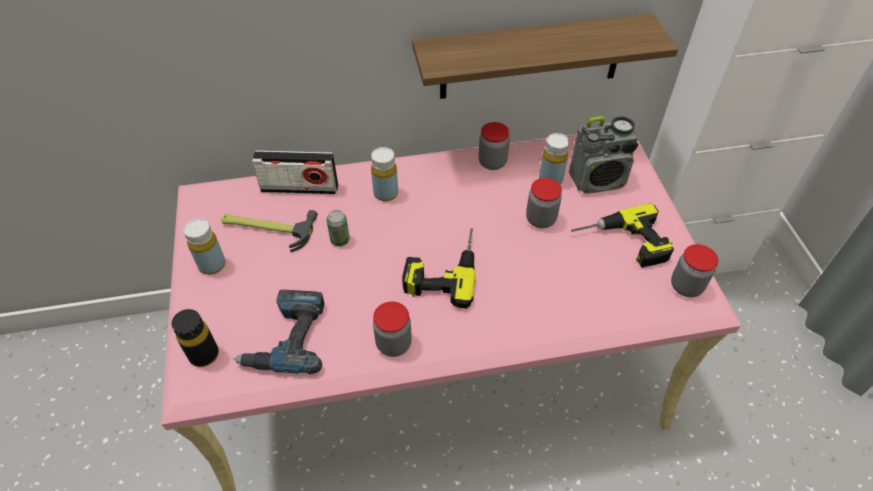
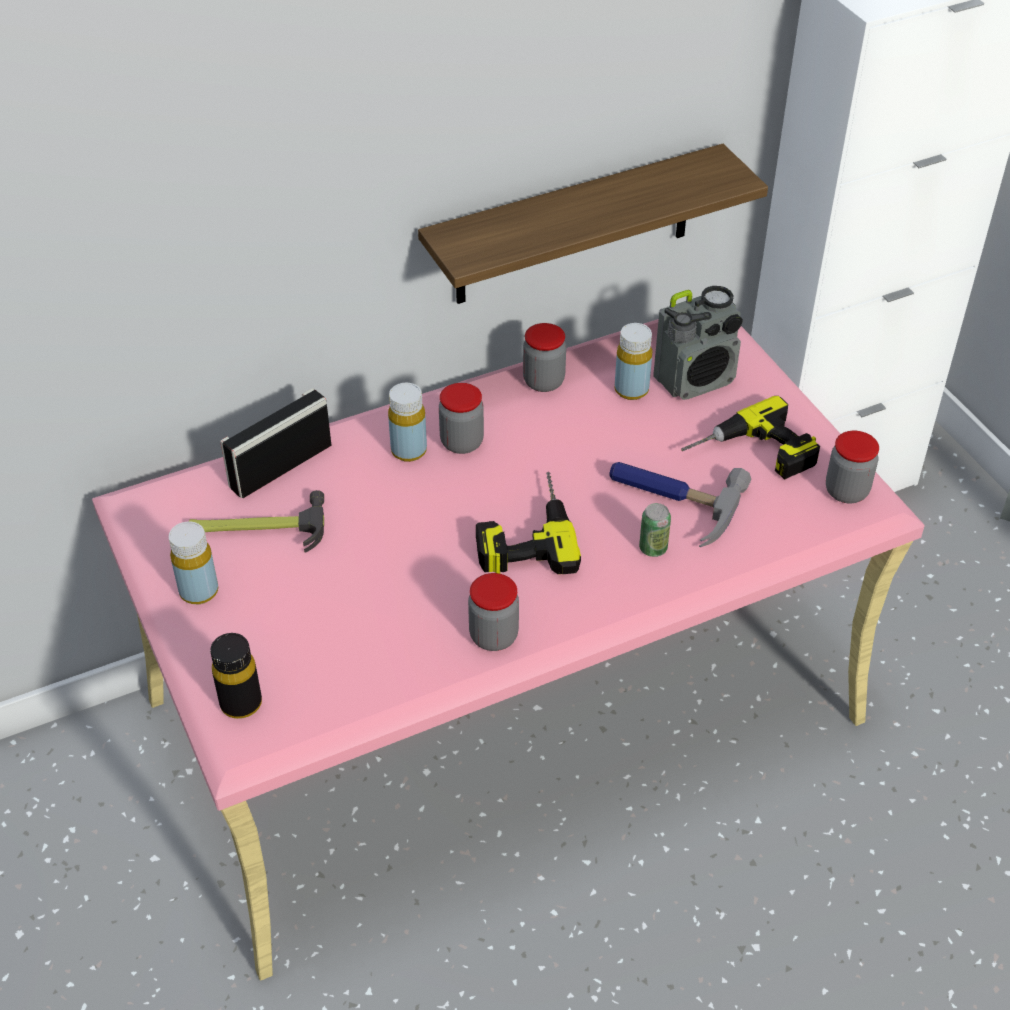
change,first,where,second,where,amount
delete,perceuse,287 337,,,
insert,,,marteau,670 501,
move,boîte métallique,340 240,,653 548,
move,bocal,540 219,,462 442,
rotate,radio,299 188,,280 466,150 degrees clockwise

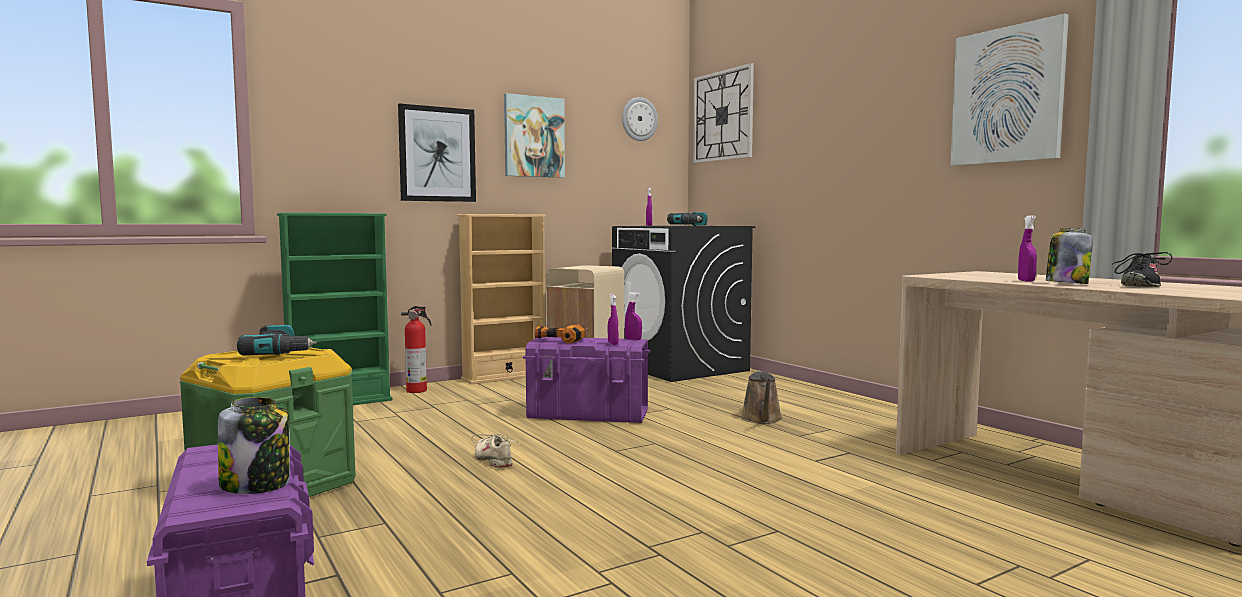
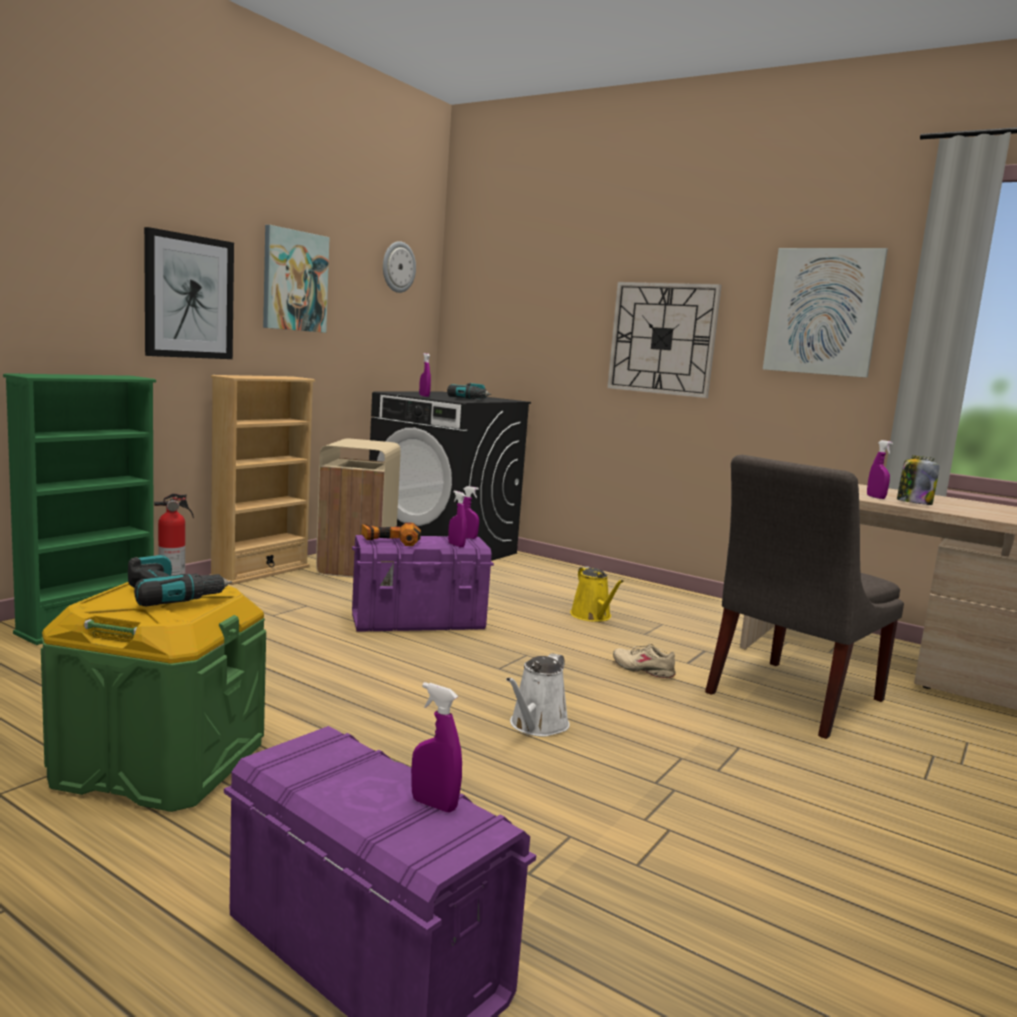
change,first,where,second,where,amount
delete,chaussure/noir,1139 286,,,
insert,,,arrosoir/blanc,536 726,
insert,,,chaise/gris,790 698,
move,chaussure/beige,494 460,,643 669,
move,horloge murale,723 116,,662 338,
replace,bocal,257 485,vaporisateur/violet,434 805,
recolor,arrosoir/marron,762 419,arrosoir/jaune,592 616,

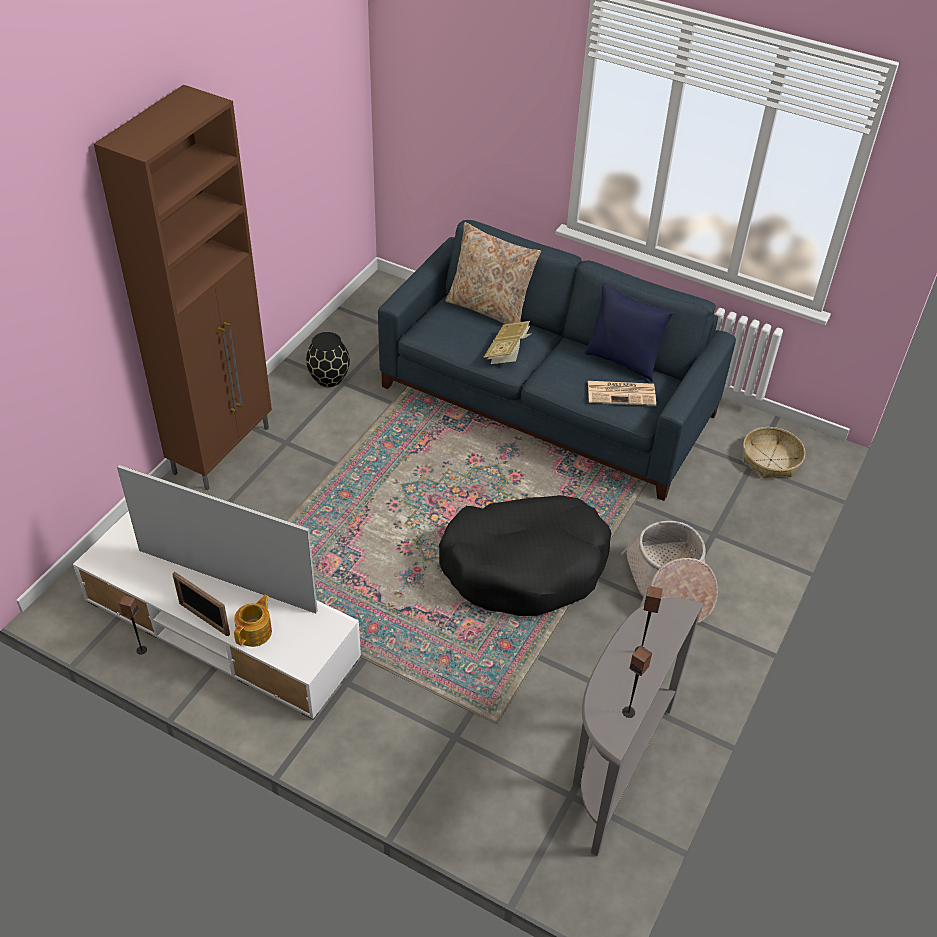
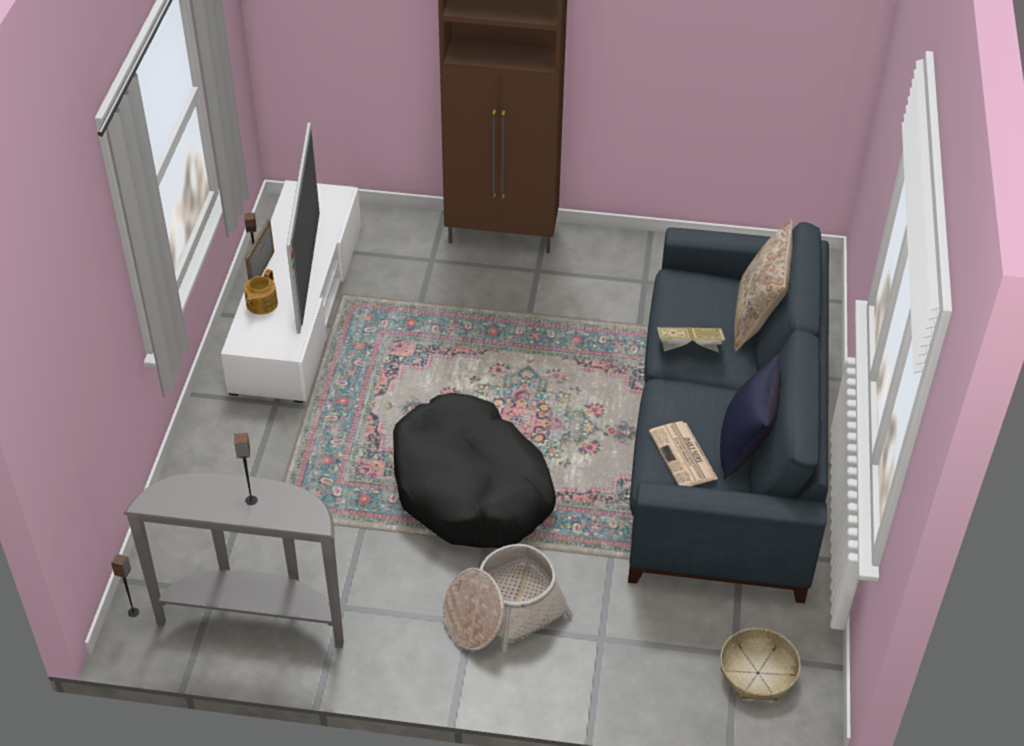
change,first,where,second,where,amount
delete,vase/noir,328 378,,,
move,enceinte,628 712,,133 612,
rotate,théière,255 632,,261 304,105 degrees clockwise

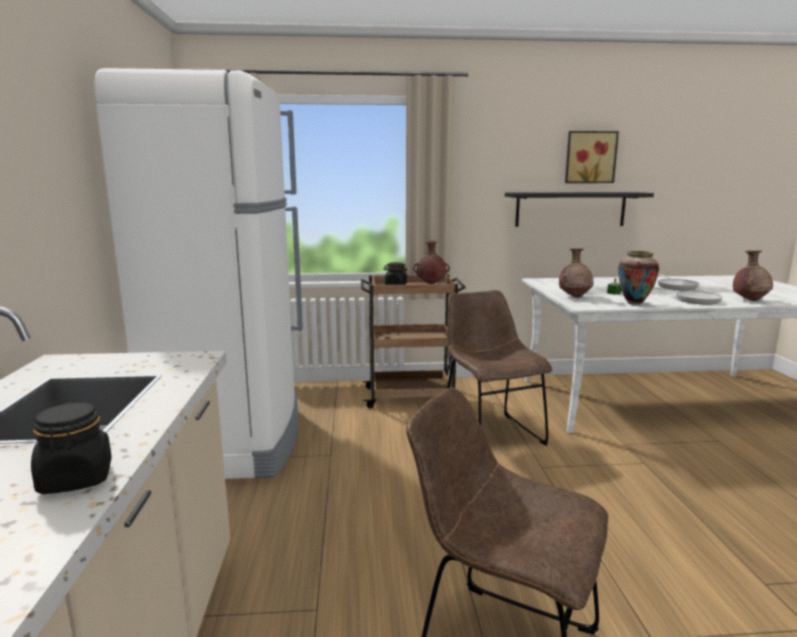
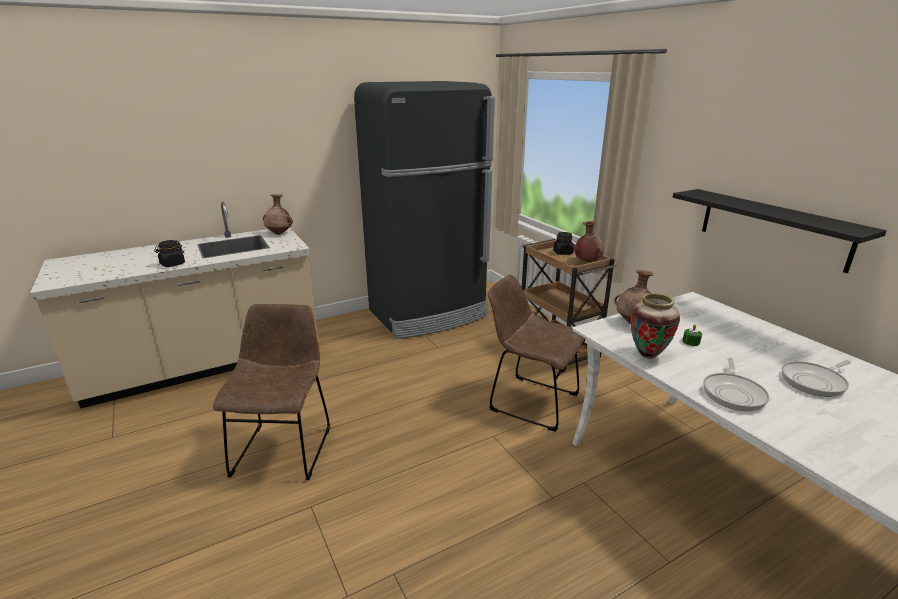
change,first,where,second,where,amount
delete,tableau,590 157,,,
move,vase/marron,749 300,,279 233,
recolor,réfrigérateur/blanc,233 440,réfrigérateur/noir,428 314,
rotate,chaise/marron,490 433,,529 401,105 degrees counterclockwise

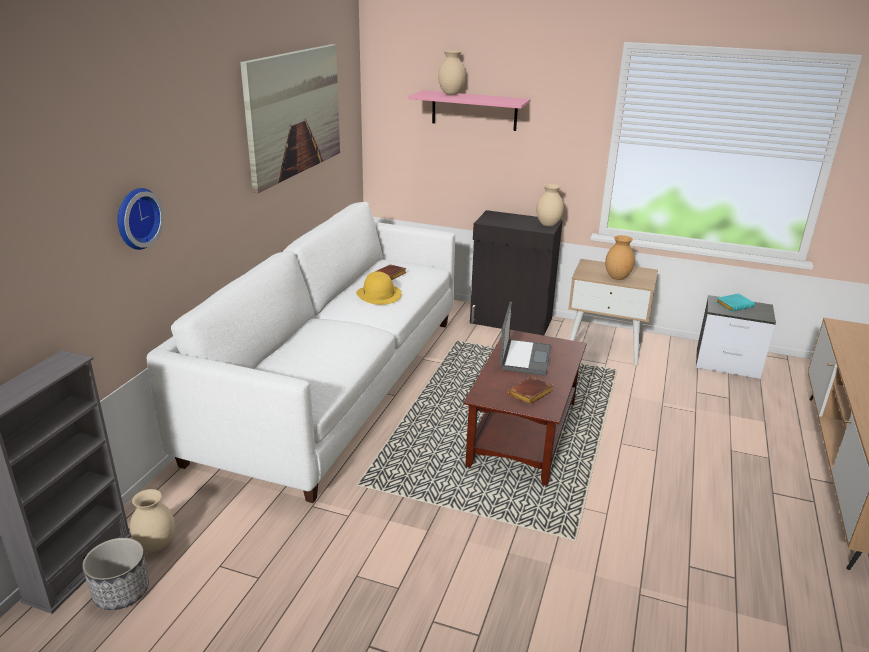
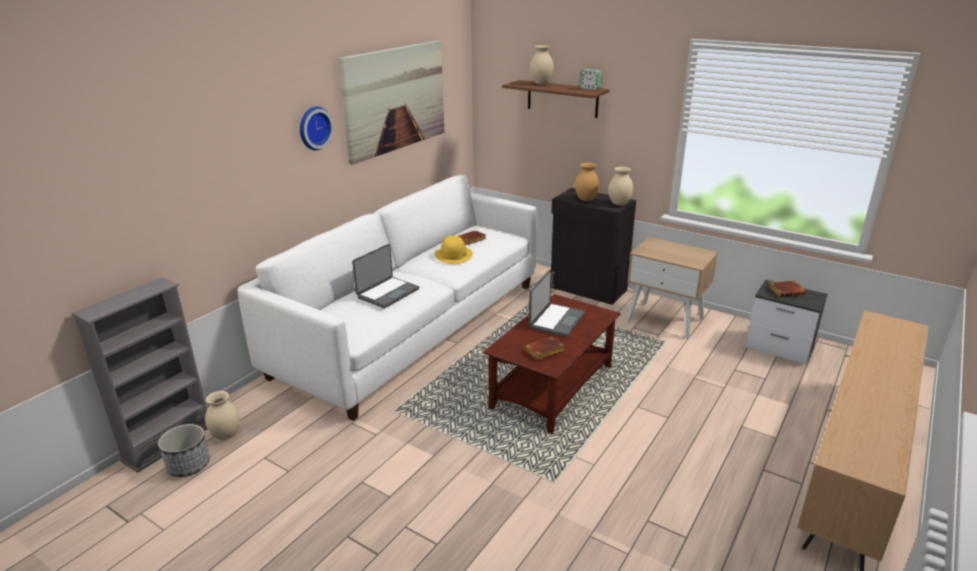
change,first,where,second,where,amount
insert,,,ordinateur portable,387 293,
insert,,,réveil,590 88,
move,horloge murale,136 218,,313 128,
move,vase/marron,616 278,,585 199,
recolor,étagère/rose,474 110,étagère/marron,562 98,
recolor,livre/turquoise,734 305,livre/marron,786 291,

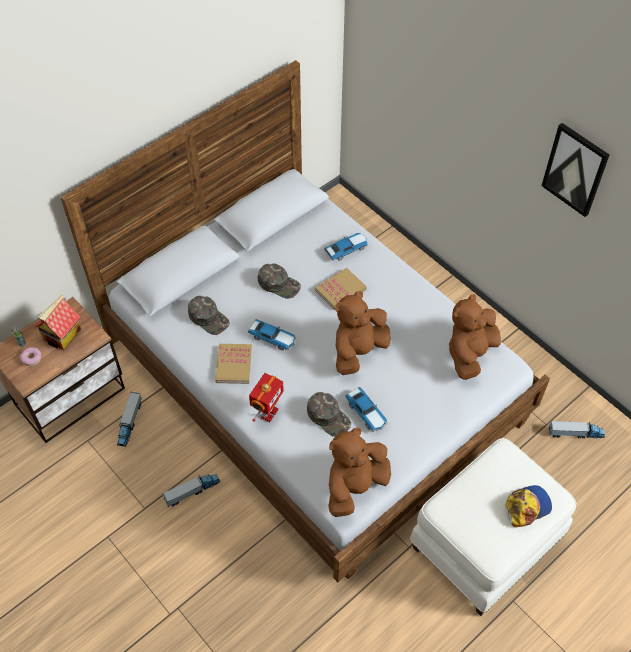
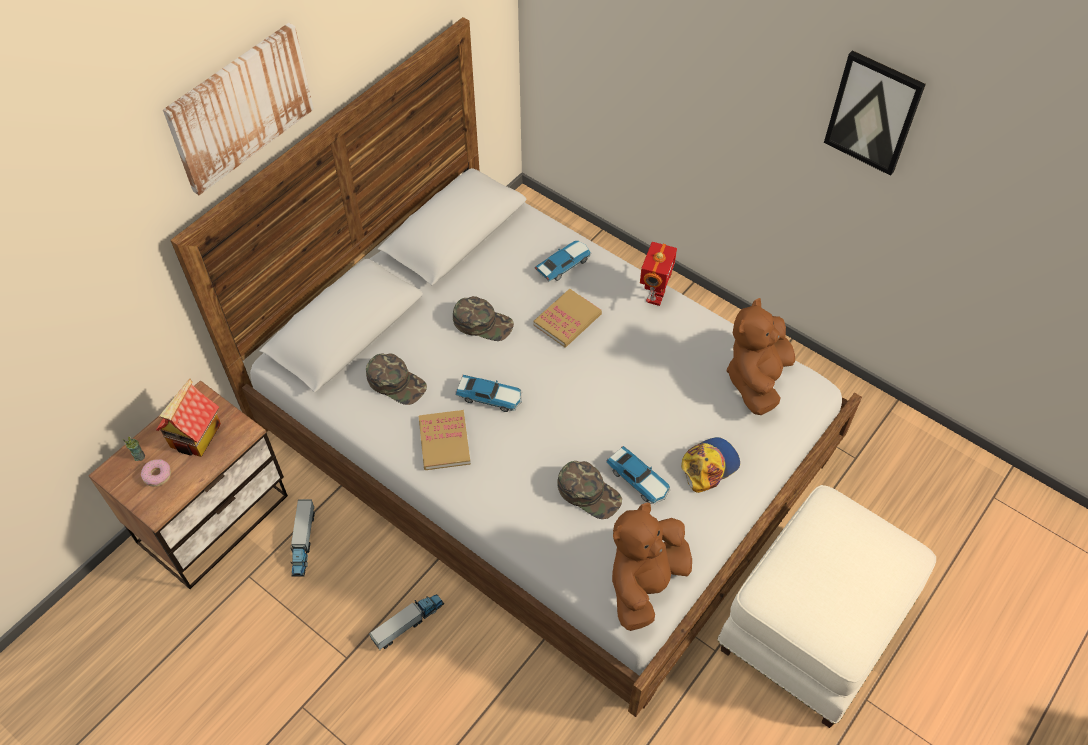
change,first,where,second,where,amount
delete,peluche/marron,358 351,,,
delete,camion jouet,575 433,,,
insert,,,tableau,240 107,
move,robot jouet,268 413,,654 296,
move,casquette,527 507,,709 465,

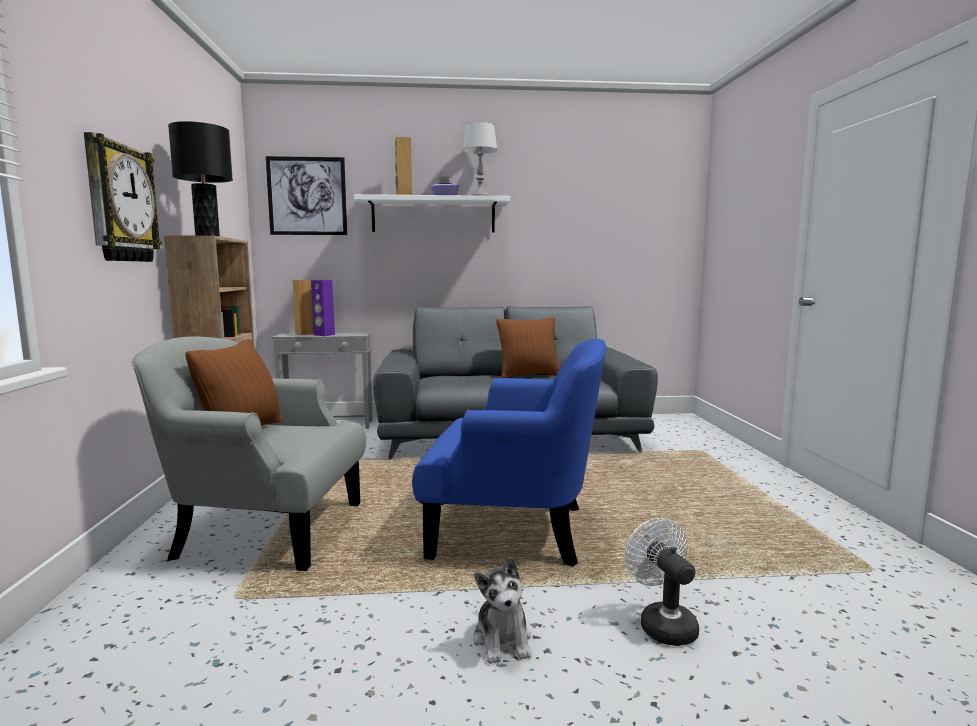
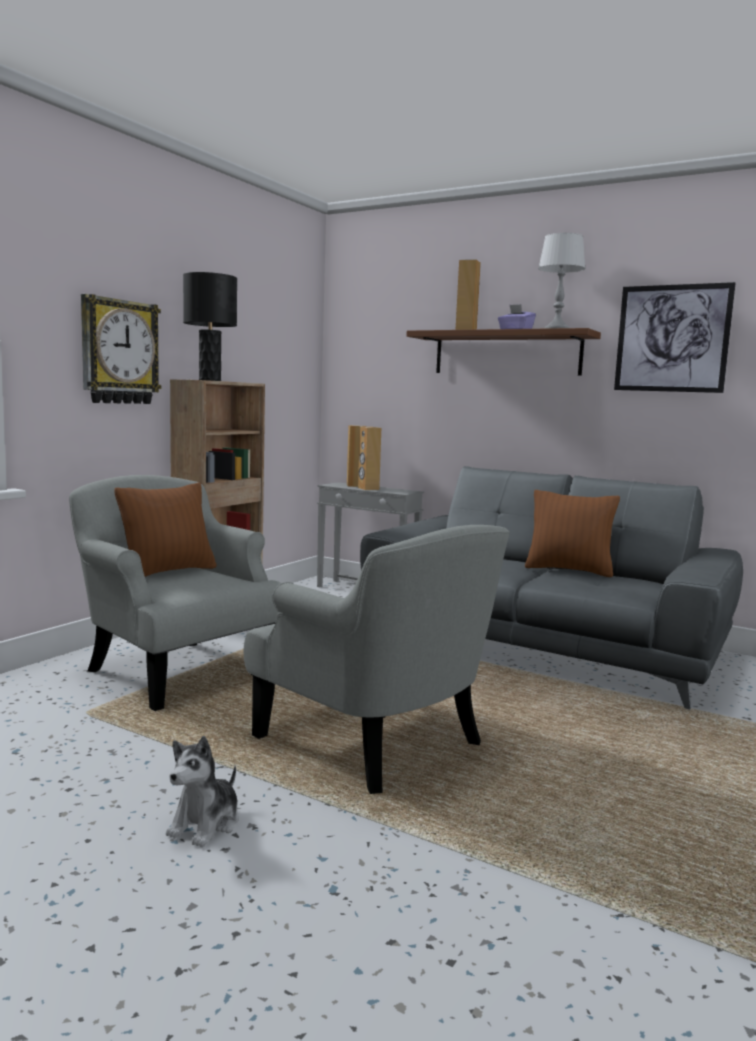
change,first,where,second,where,amount
delete,ventilateur/blanc,662 624,,,
move,tableau,307 196,,672 338,
recolor,enceinte/violet,324 335,enceinte/marron,368 489,
recolor,étagère/blanc,433 215,étagère/marron,506 354,
recolor,fauteuil/bleu,514 530,fauteuil/gris,375 741,

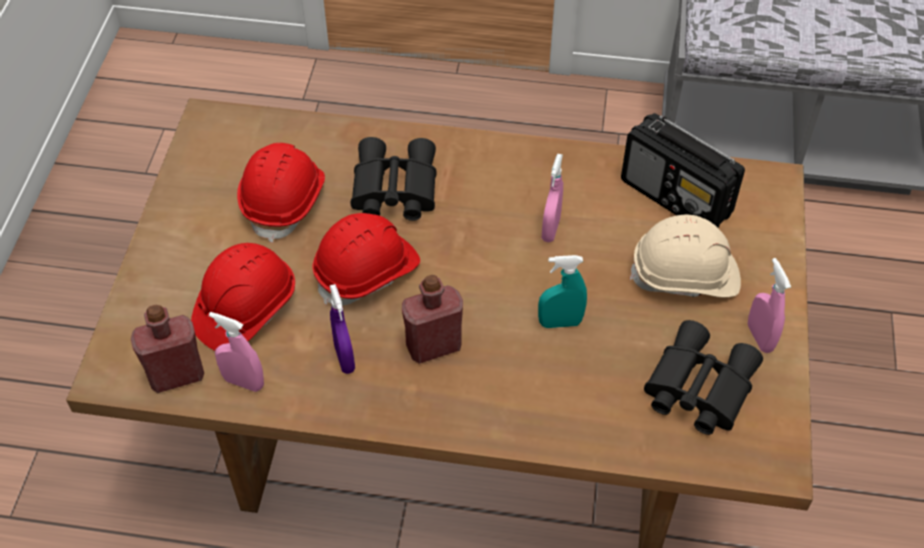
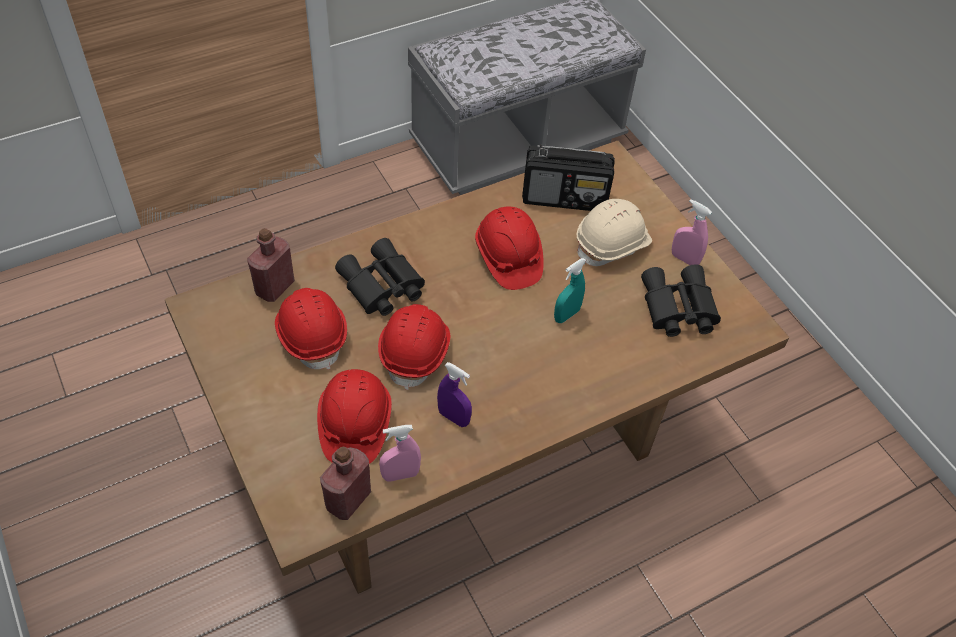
change,first,where,second,where,amount
move,bouteille/rouge,433 346,,275 287,
replace,vaporisateur/rose,550 229,casque de chantier/rouge,508 258,

